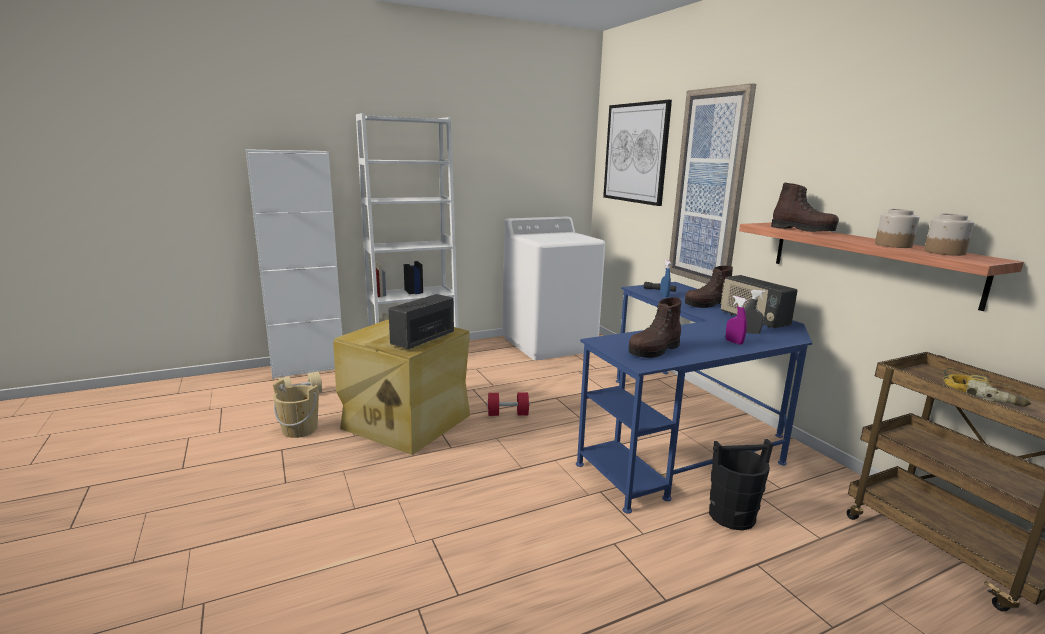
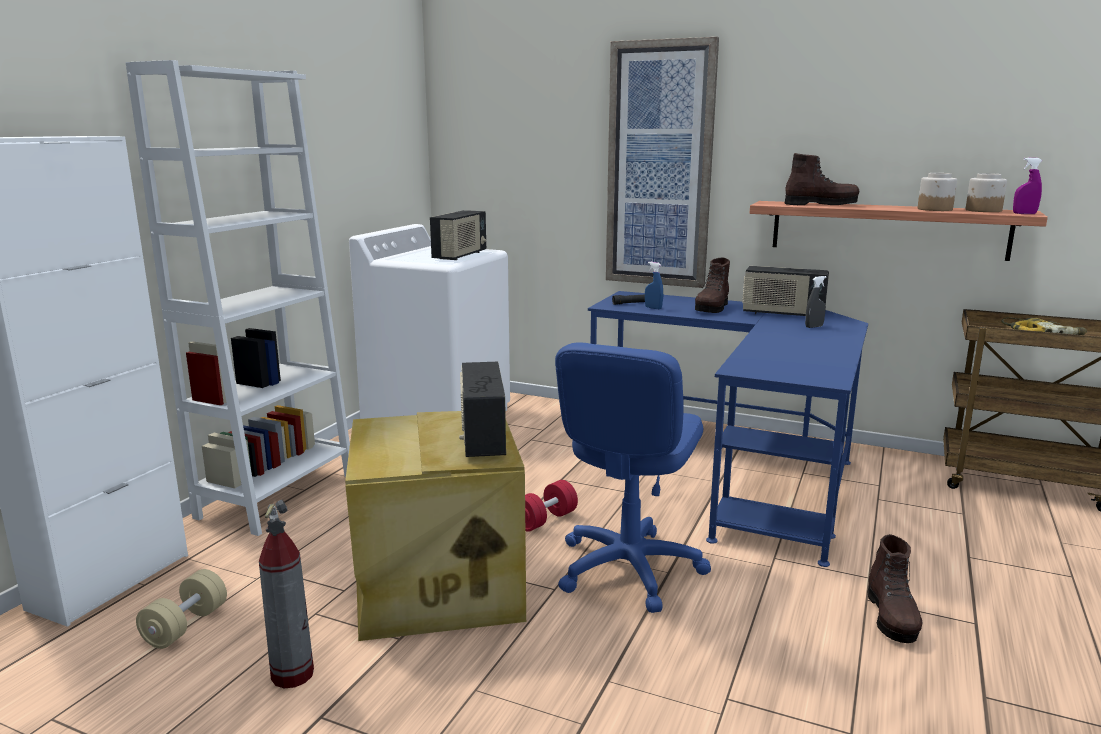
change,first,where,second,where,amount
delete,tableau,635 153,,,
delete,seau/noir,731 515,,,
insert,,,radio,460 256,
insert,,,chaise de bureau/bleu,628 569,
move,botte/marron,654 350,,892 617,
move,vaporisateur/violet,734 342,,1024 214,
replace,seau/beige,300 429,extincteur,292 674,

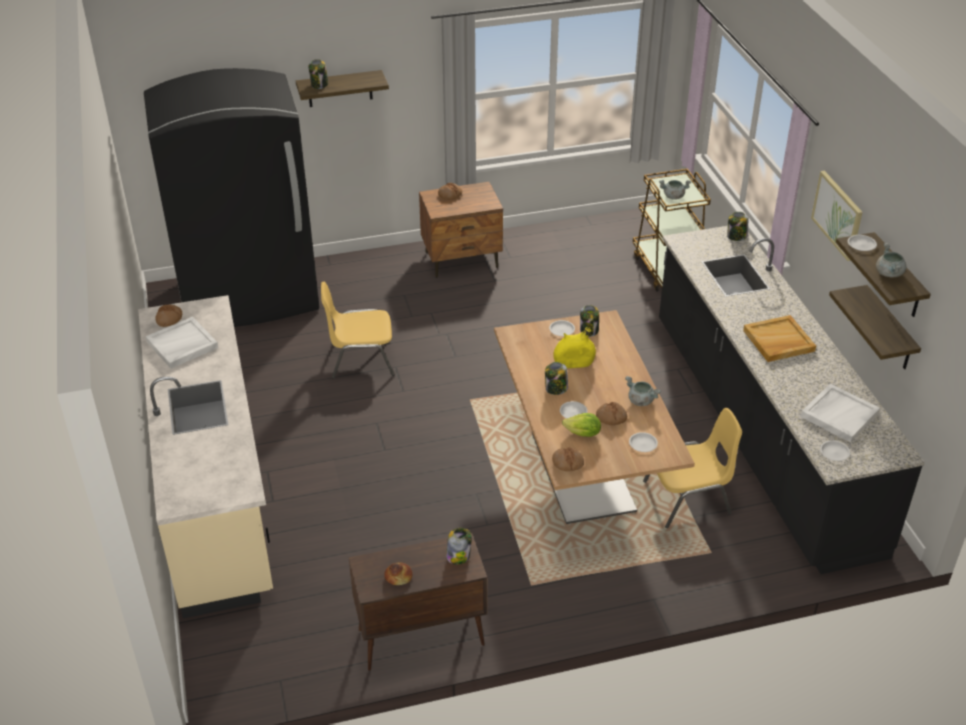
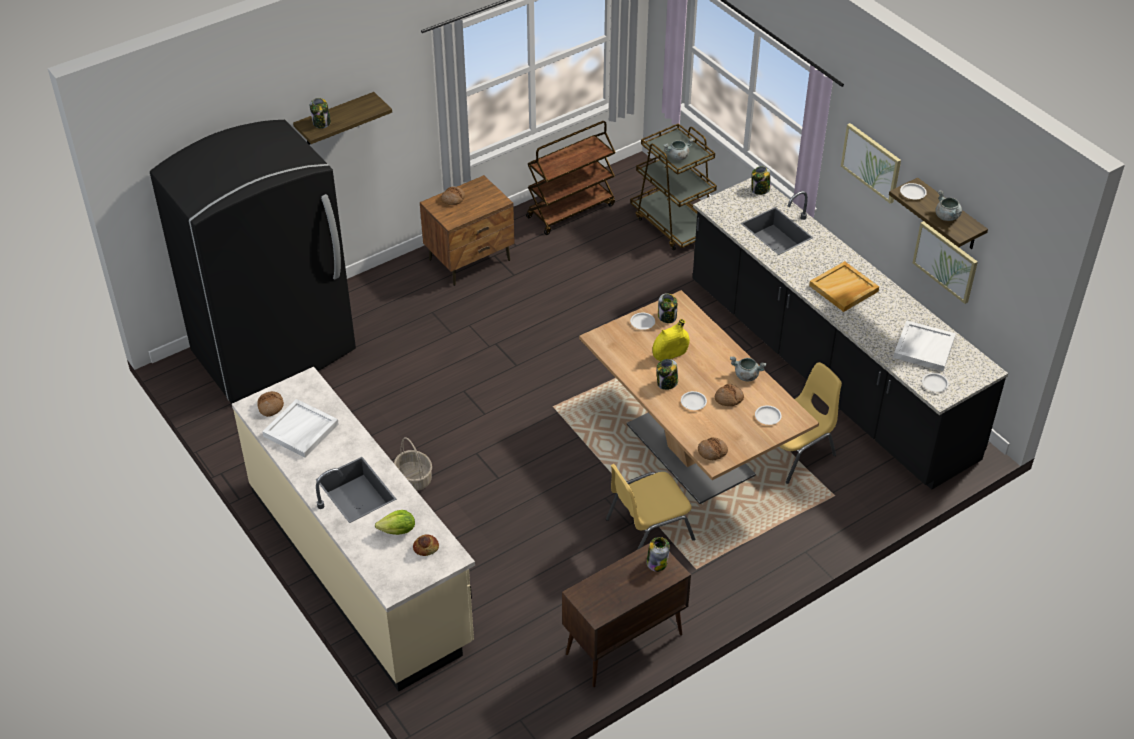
change,first,where,second,where,amount
insert,,,panier,413 479,
insert,,,chariot/marron,571 210,
move,chaise/jaune,361 359,,648 529,
move,pain,398 576,,426 547,
move,laitue,583 434,,398 531,
replace,étagère,889 330,tableau,945 261,

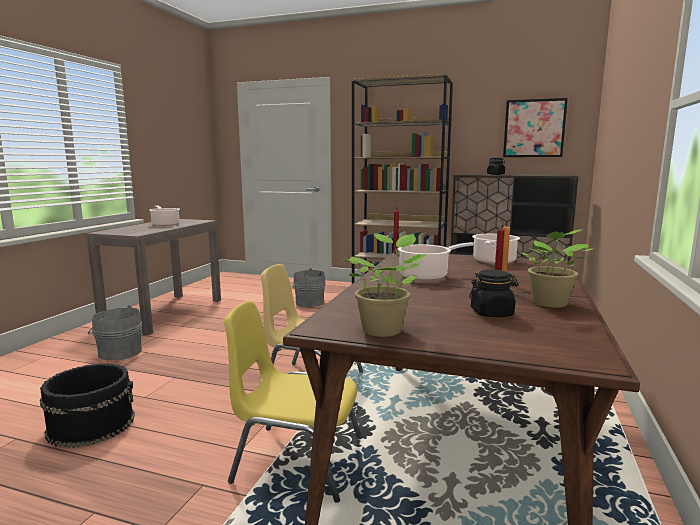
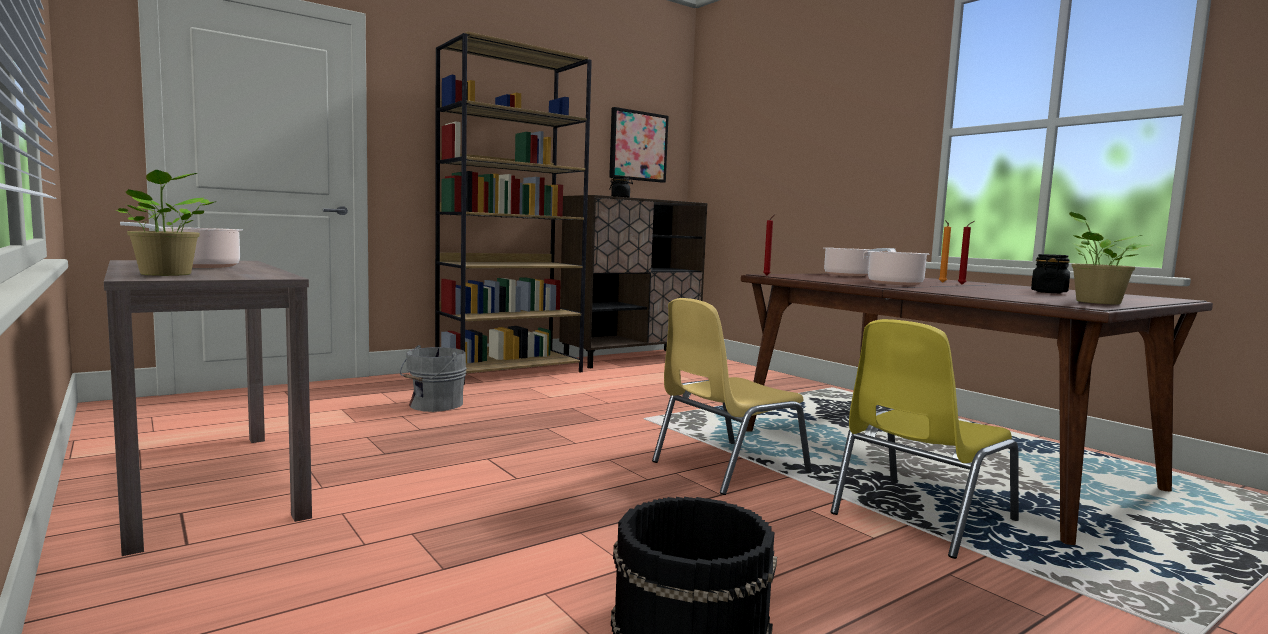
change,first,where,second,where,amount
delete,seau/gris,119 352,,,
move,plante en pot,549 304,,166 275,

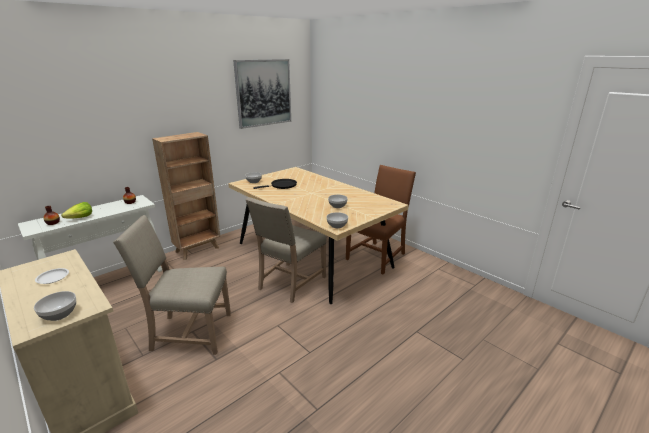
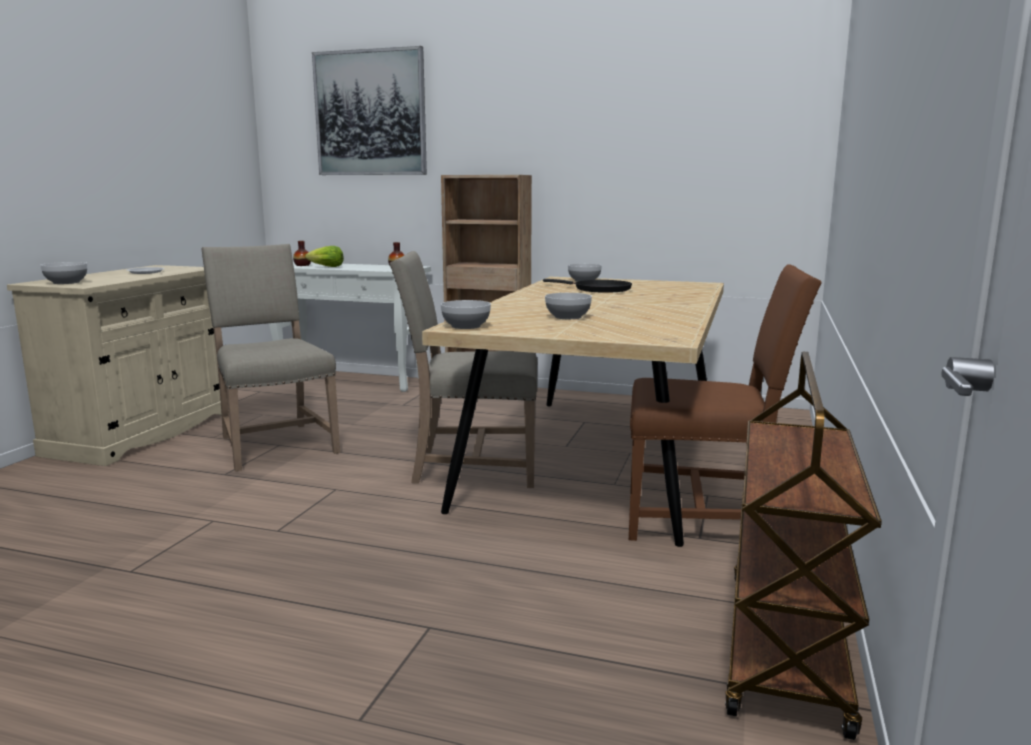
change,first,where,second,where,amount
insert,,,chariot/marron,787 651,
move,tableau,263 93,,370 113,

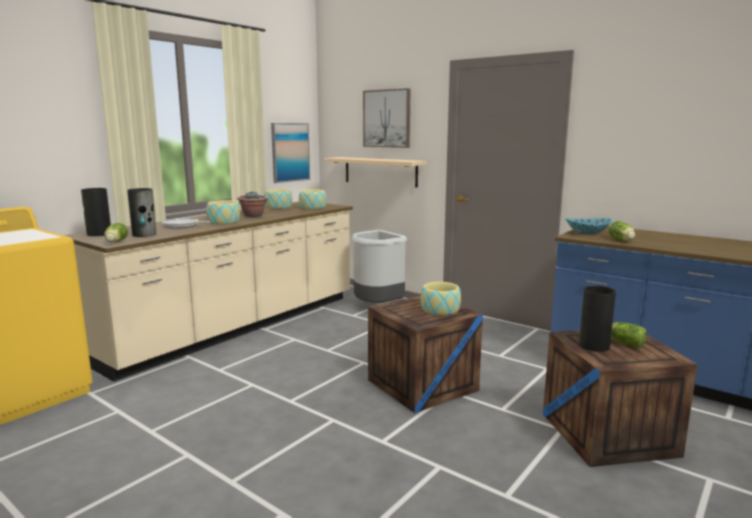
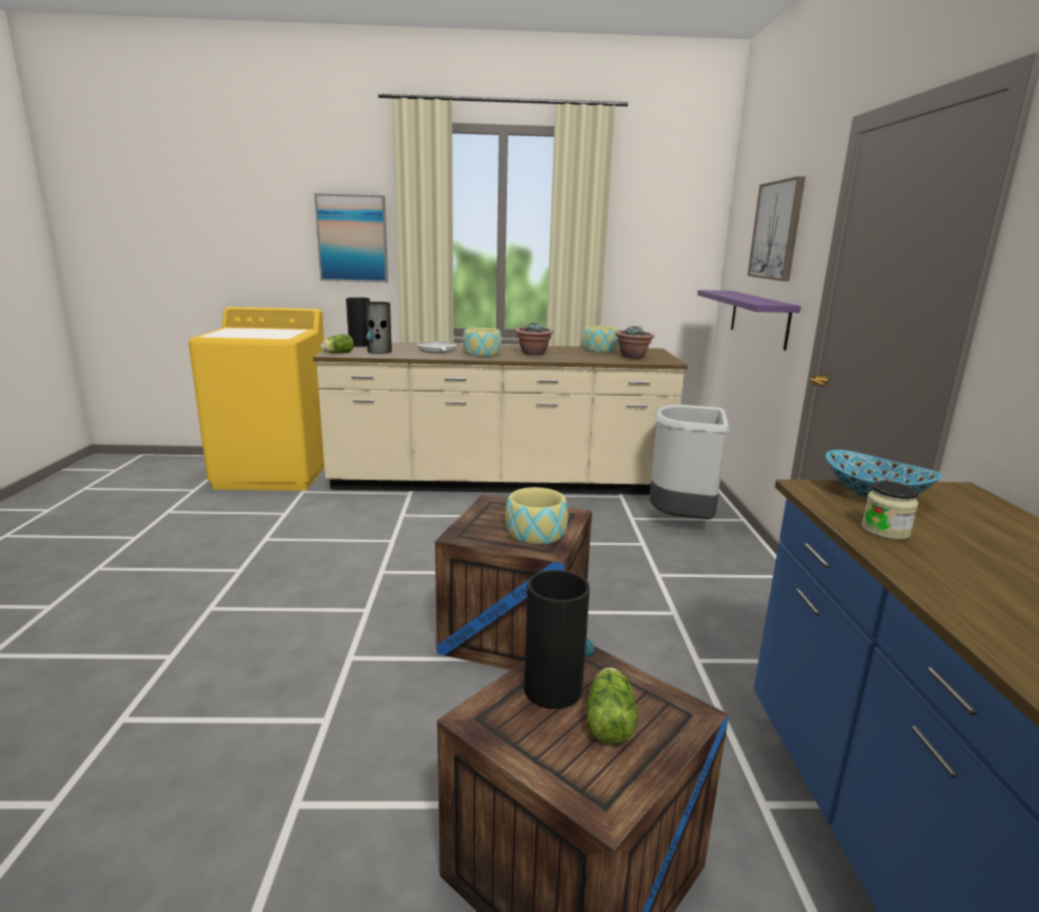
change,first,where,second,where,amount
move,tableau,290 152,,352 238,
replace,bol,312 207,plante en pot,633 357,
replace,laitue,622 240,bocal,885 531,
recolor,étagère/beige,380 171,étagère/violet,759 318,

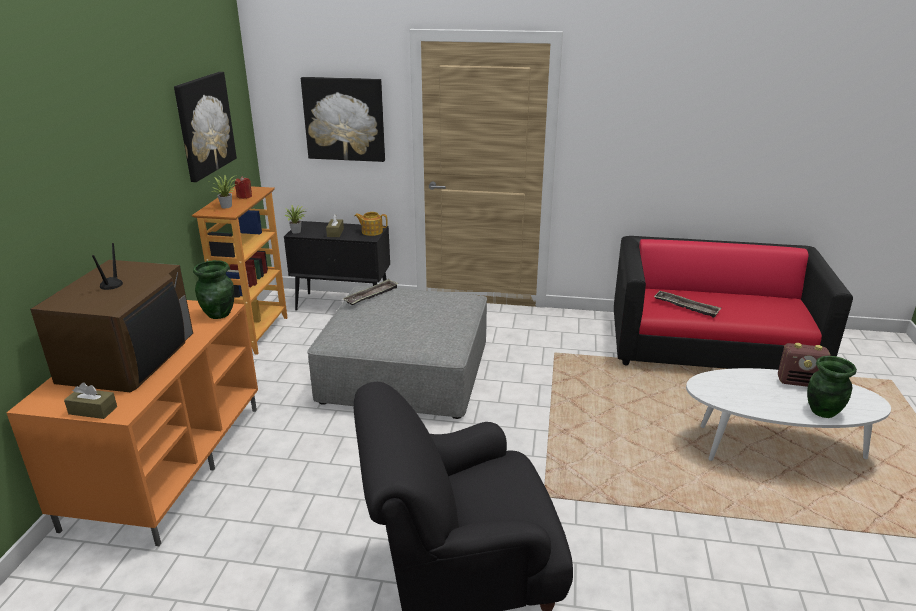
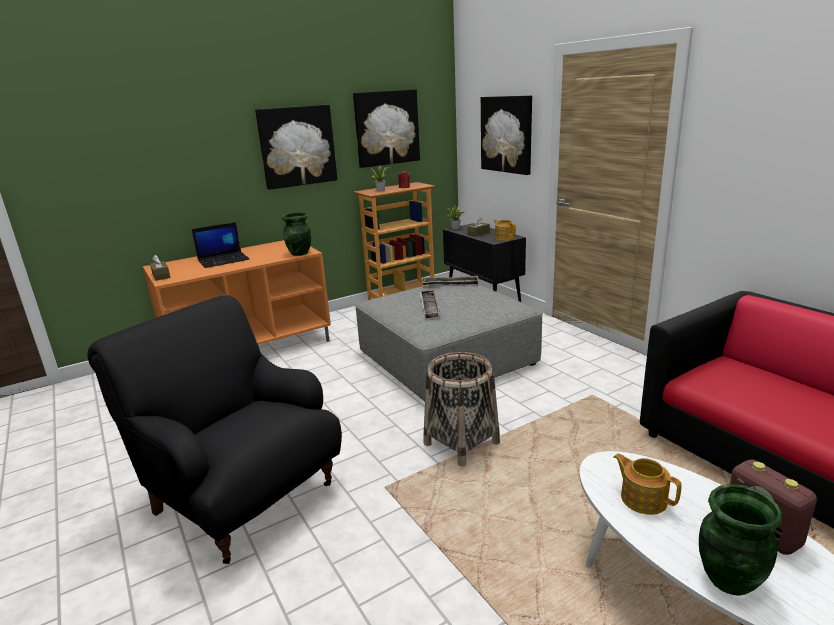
change,first,where,second,where,amount
insert,,,tableau,297 146,
insert,,,panier,461 443,
insert,,,théière,643 498,
move,plateau,686 307,,429 306,
replace,téléviseur,131 356,ordinateur portable,224 260,

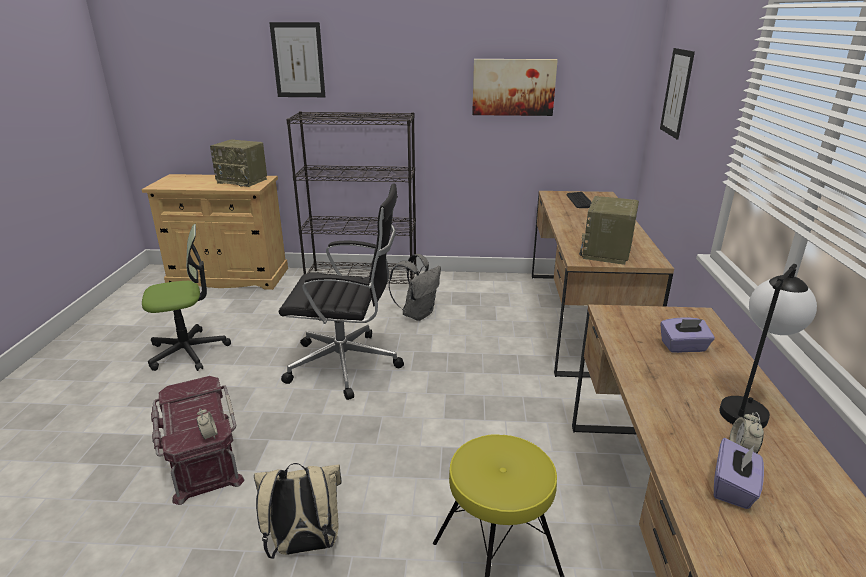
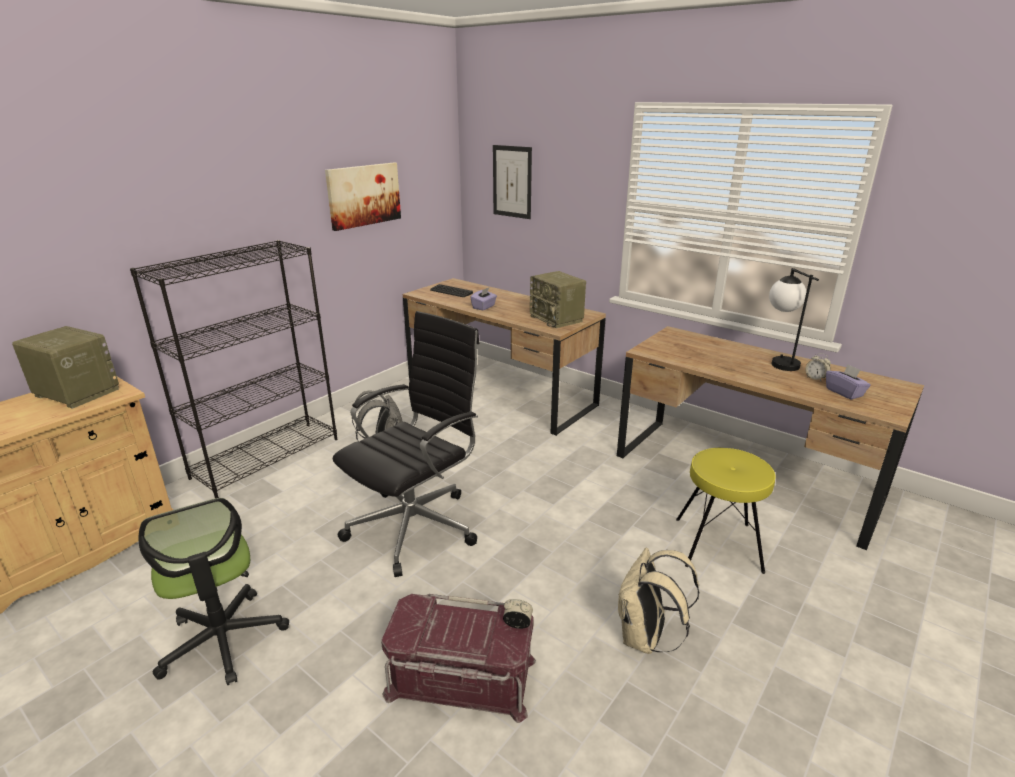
change,first,where,second,where,amount
delete,tableau,298 60,,,
move,boîte à mouchoirs/violet,683 347,,484 307,
rotate,chaise de bureau,188 351,,223 639,135 degrees clockwise
rotate,radio,243 181,,75 393,120 degrees counterclockwise

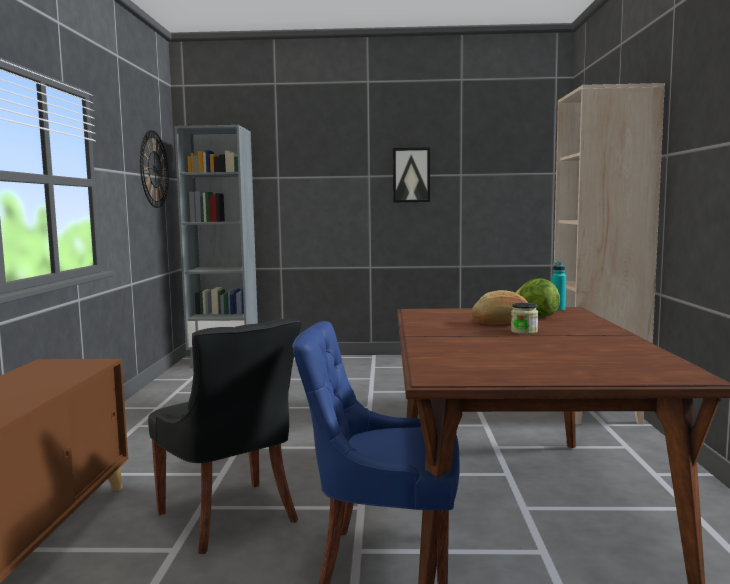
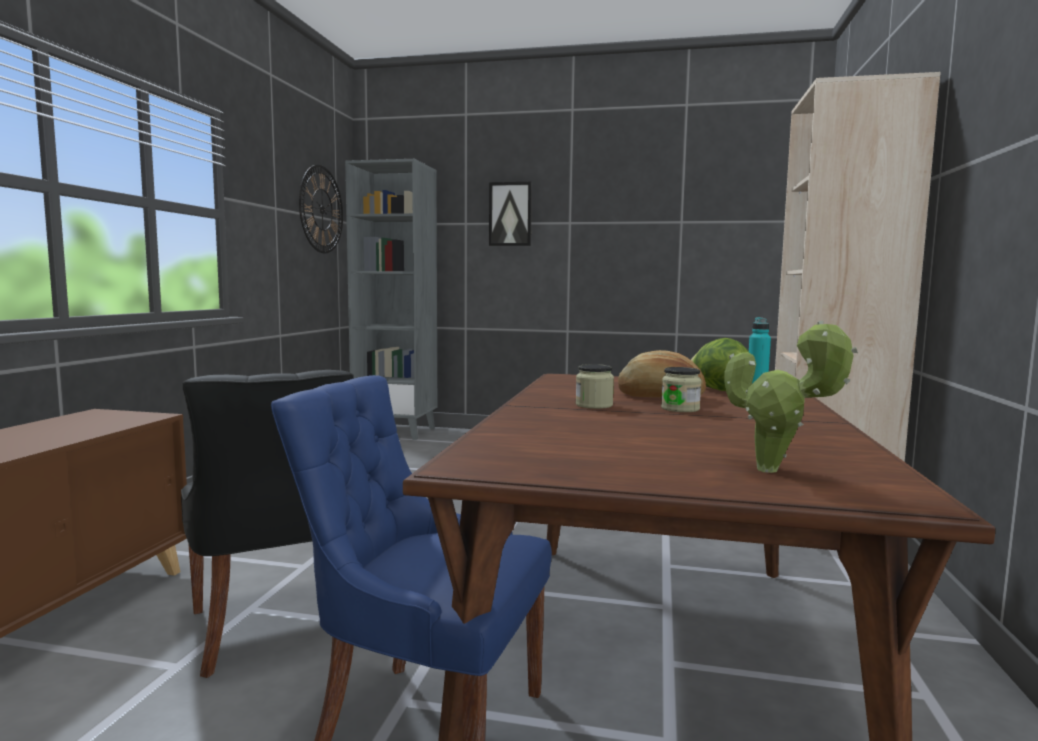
change,first,where,second,where,amount
insert,,,bocal,594 405,
insert,,,plante en pot,775 471,
move,tableau,411 175,,510 214,

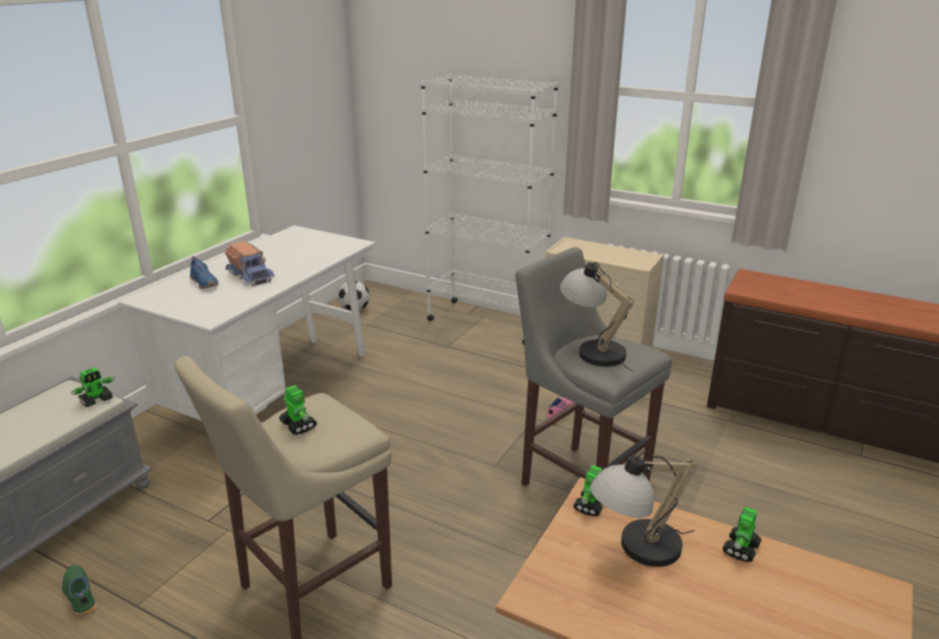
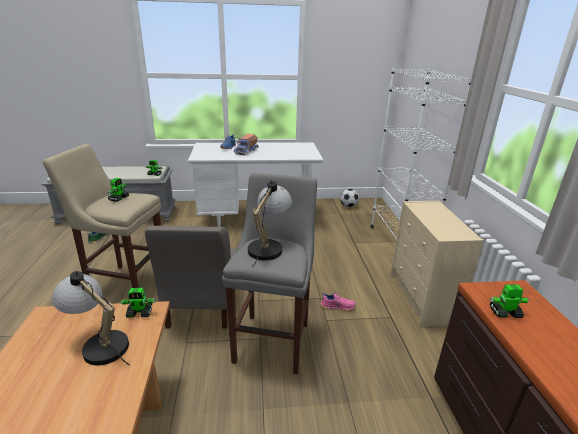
change,first,where,second,where,amount
insert,,,chaise/gris,202 306,
move,robot jouet,740 549,,504 313,

